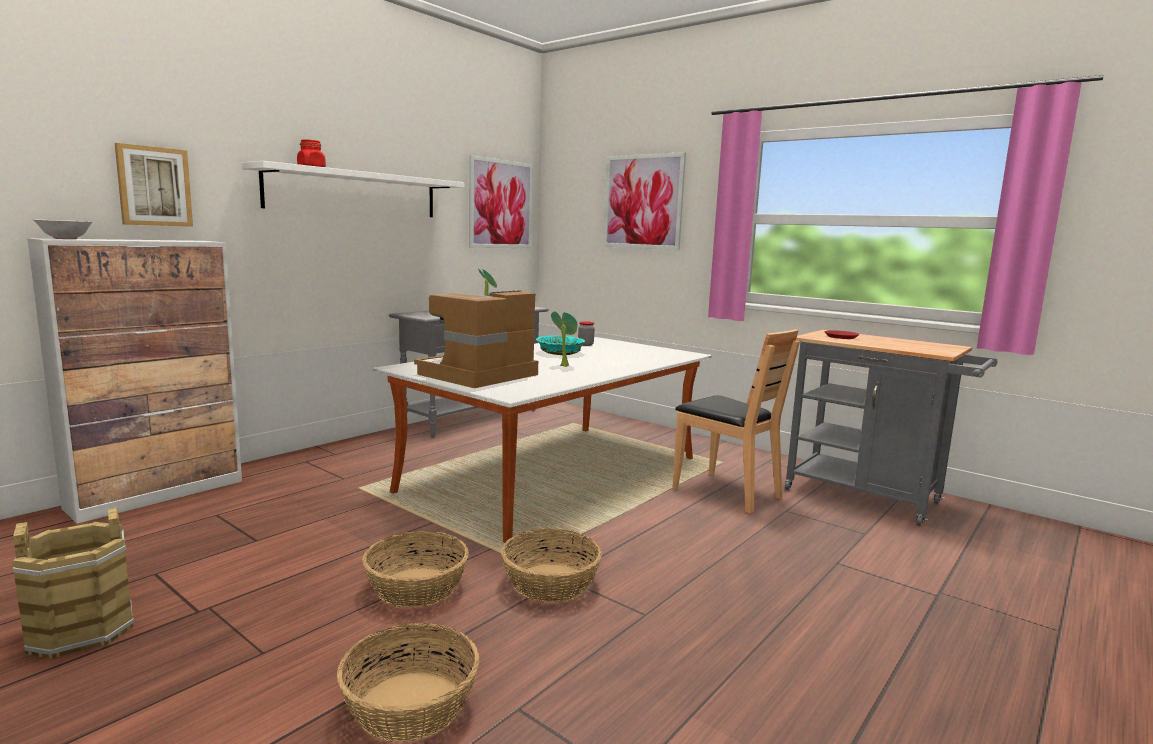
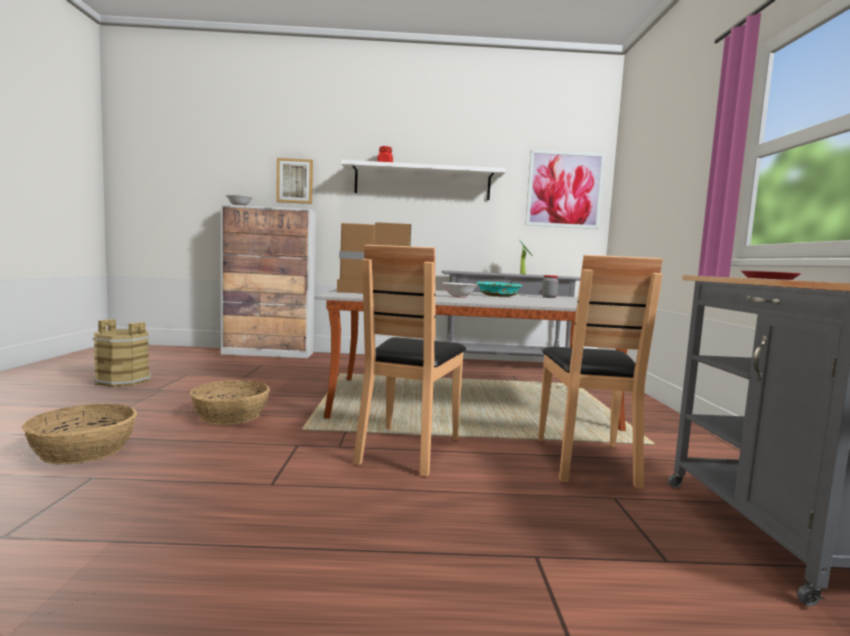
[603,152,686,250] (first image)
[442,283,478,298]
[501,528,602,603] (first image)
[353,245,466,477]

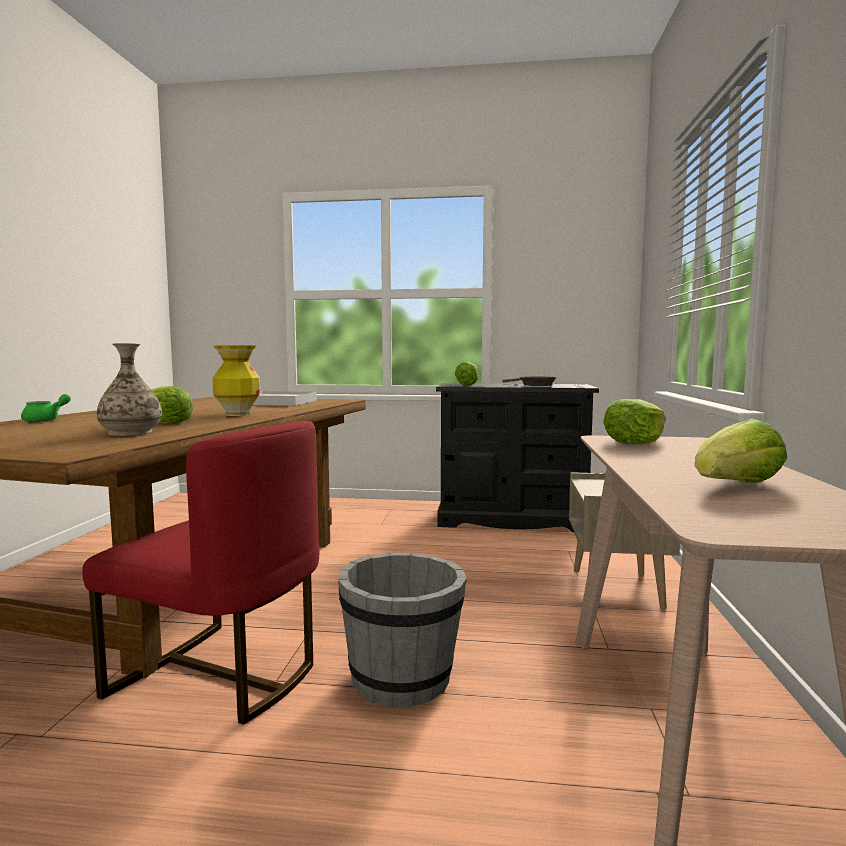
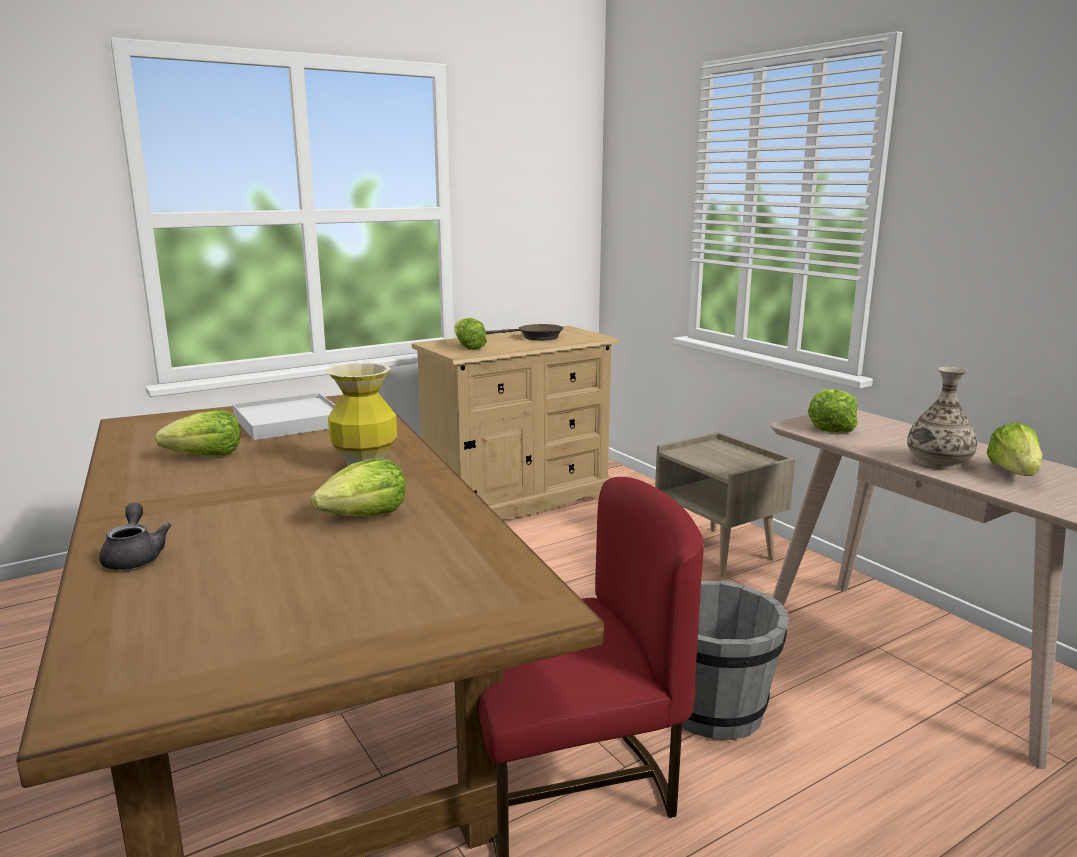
[907,367,977,470]
[412,326,618,519]
[99,503,172,570]
[155,410,241,456]

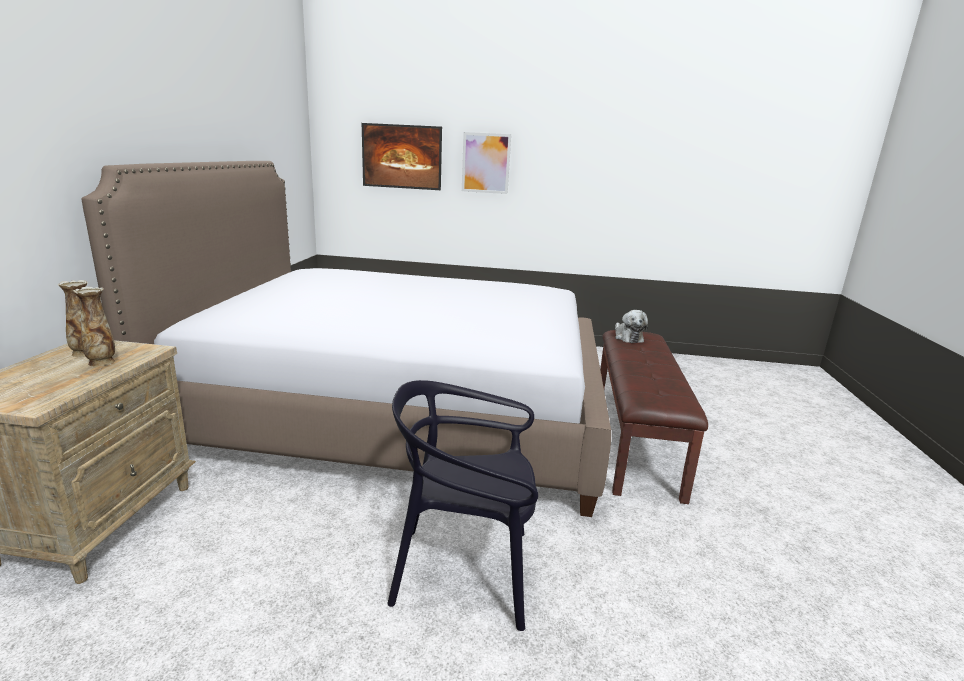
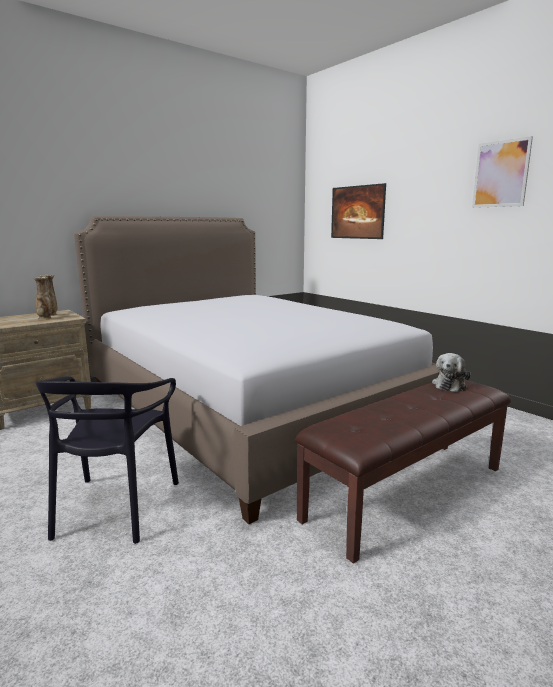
[472,136,533,208]
[36,376,179,544]

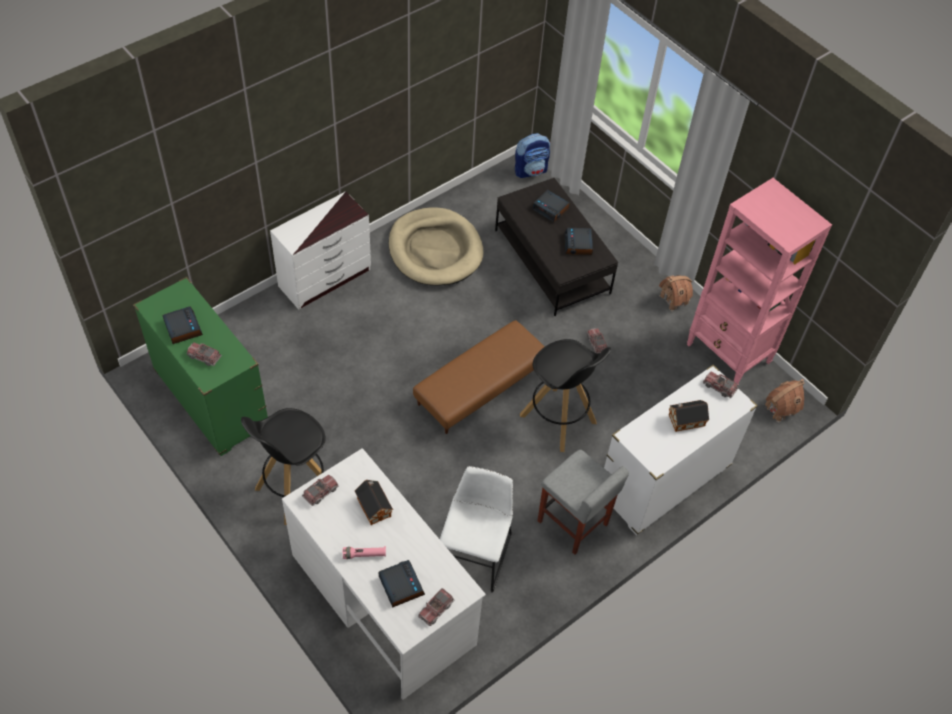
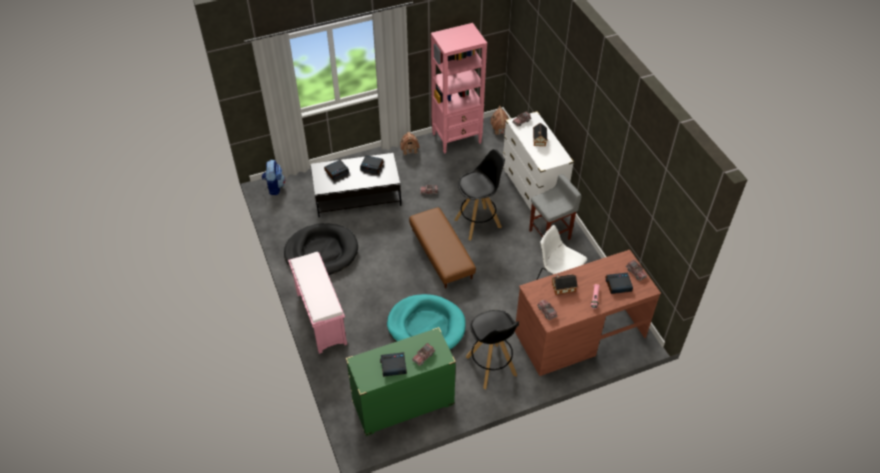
[288,252,347,354]
[284,223,358,275]
[515,250,661,376]
[387,294,466,350]

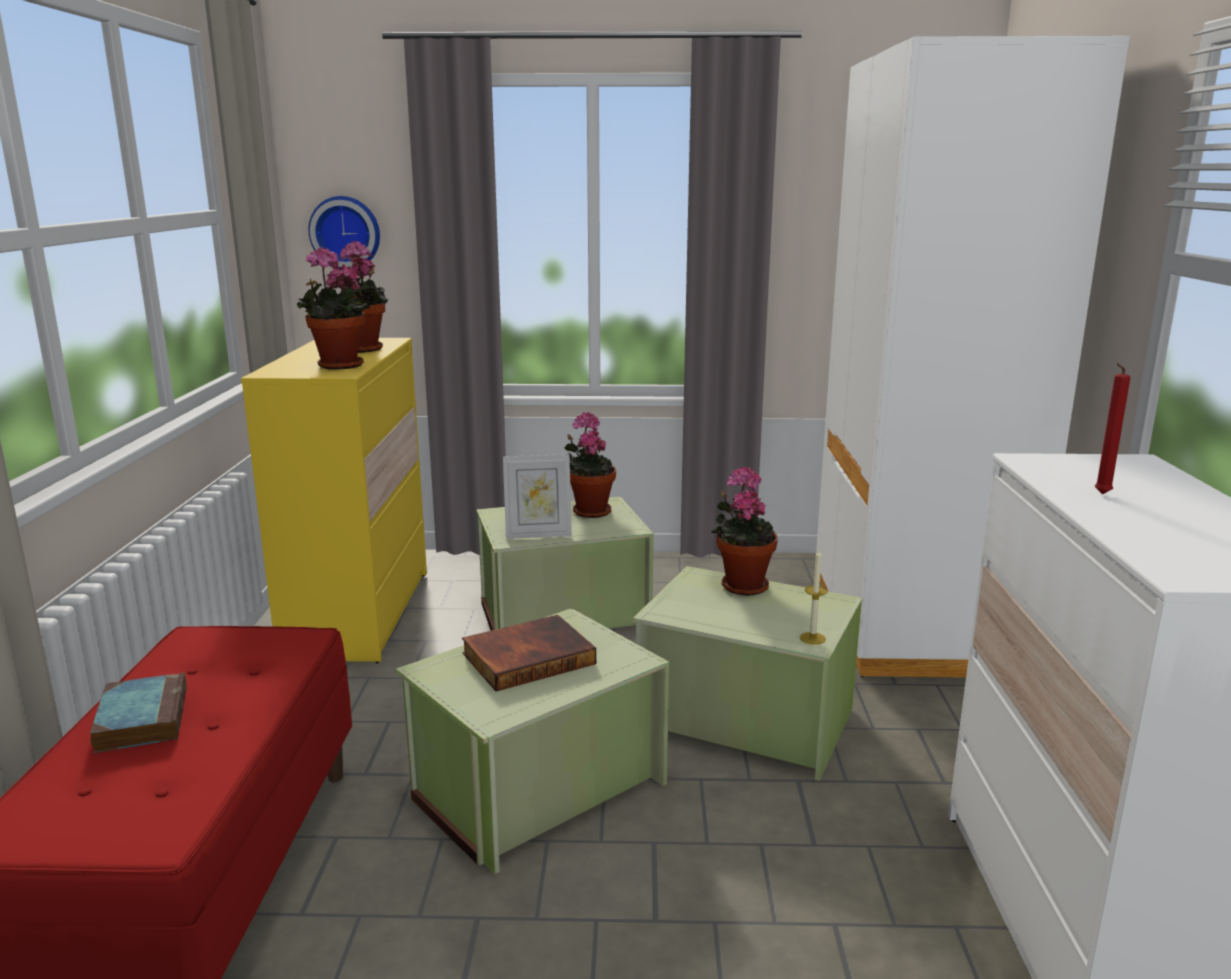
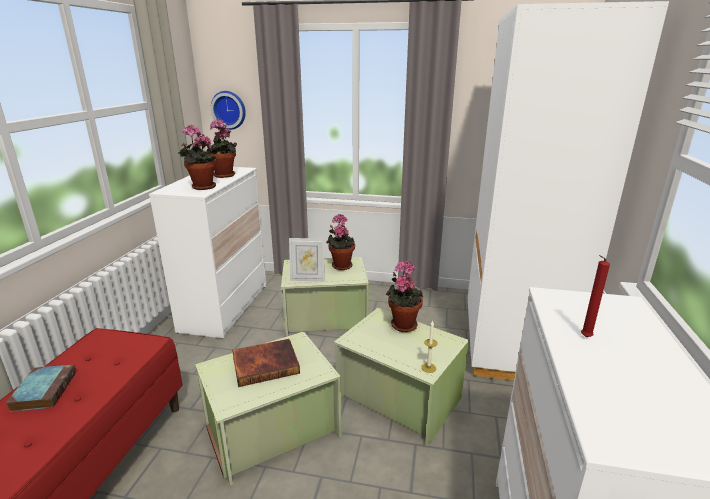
[149,167,266,339]

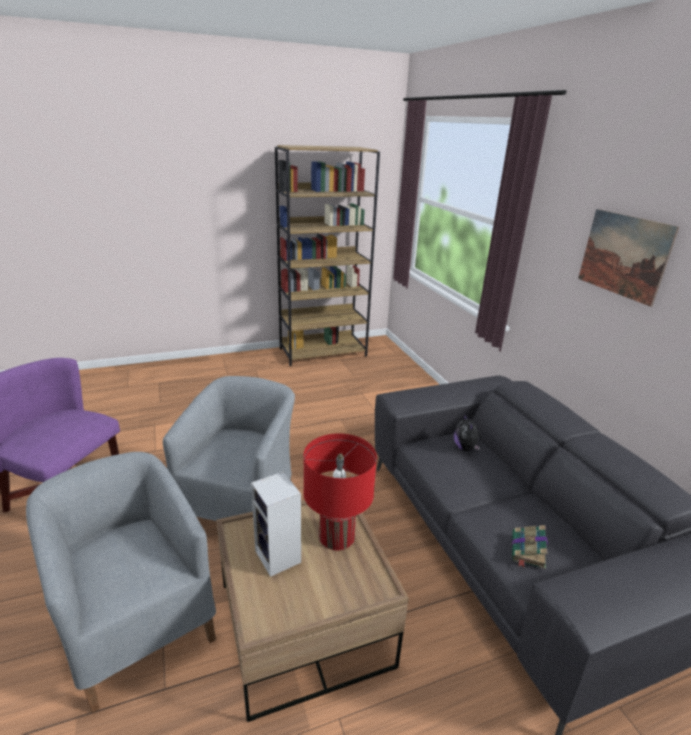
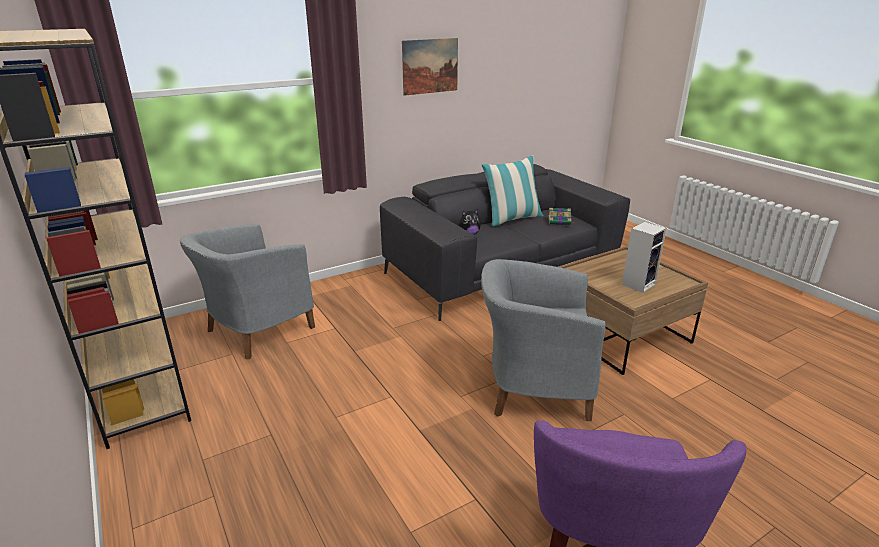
[303,433,377,550] (first image)
[180,224,315,359]
[482,155,543,227]

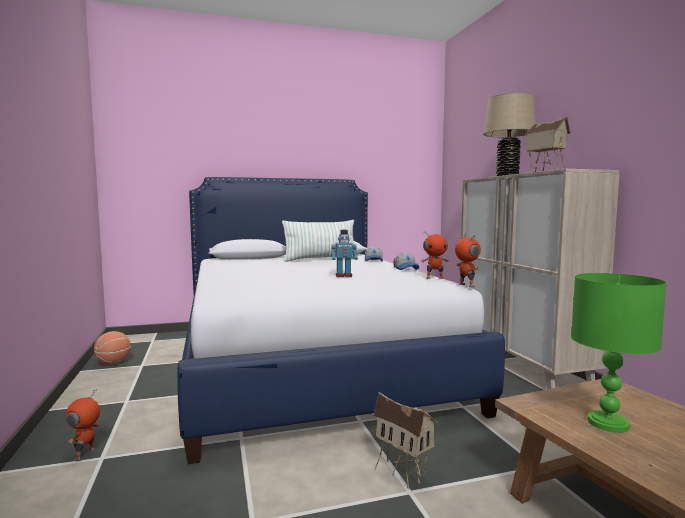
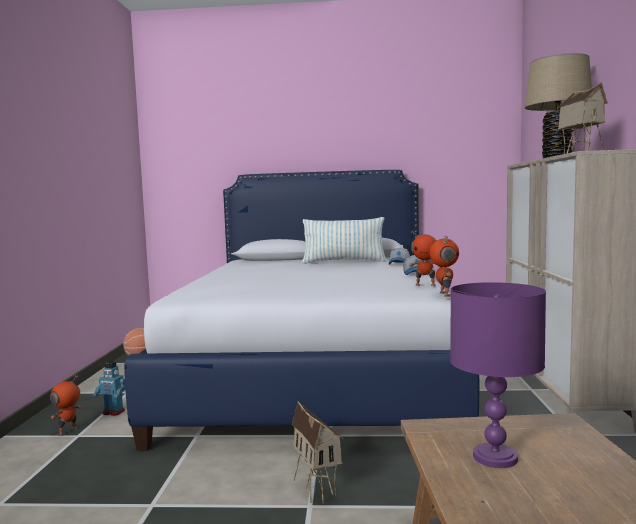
[93,361,125,416]
[450,282,546,468]

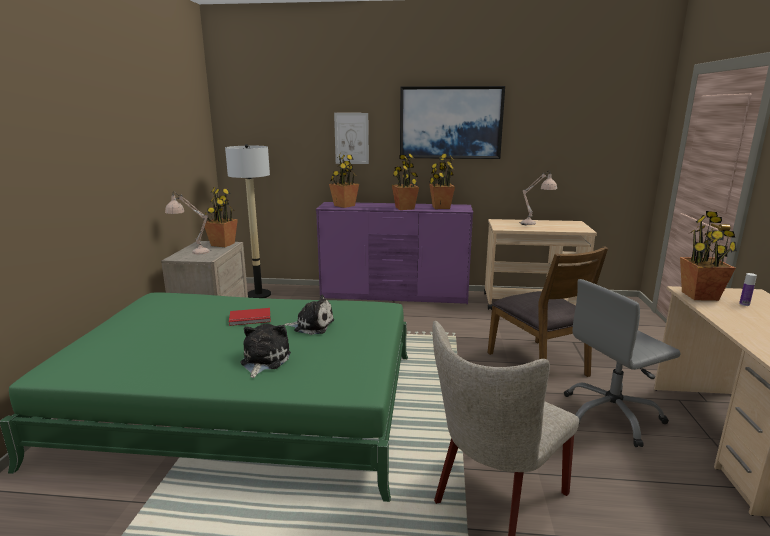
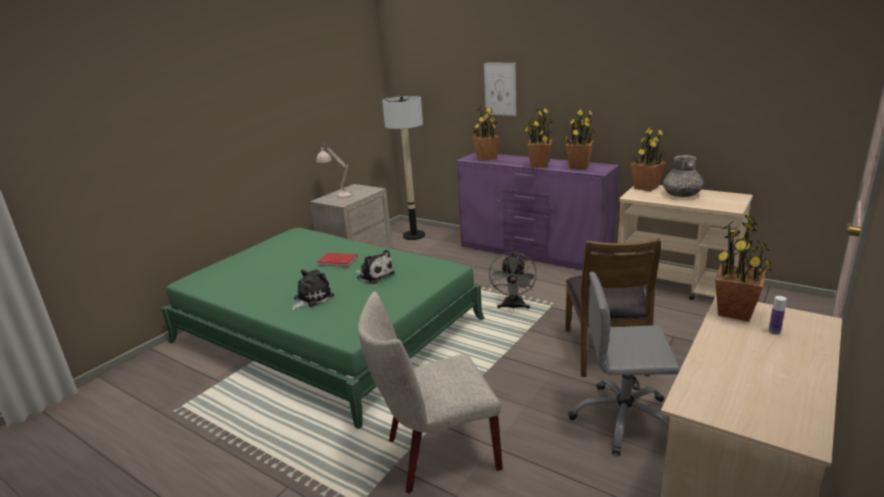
[400,86,505,159] (first image)
[663,155,704,197]
[630,128,666,191]
[489,252,537,310]

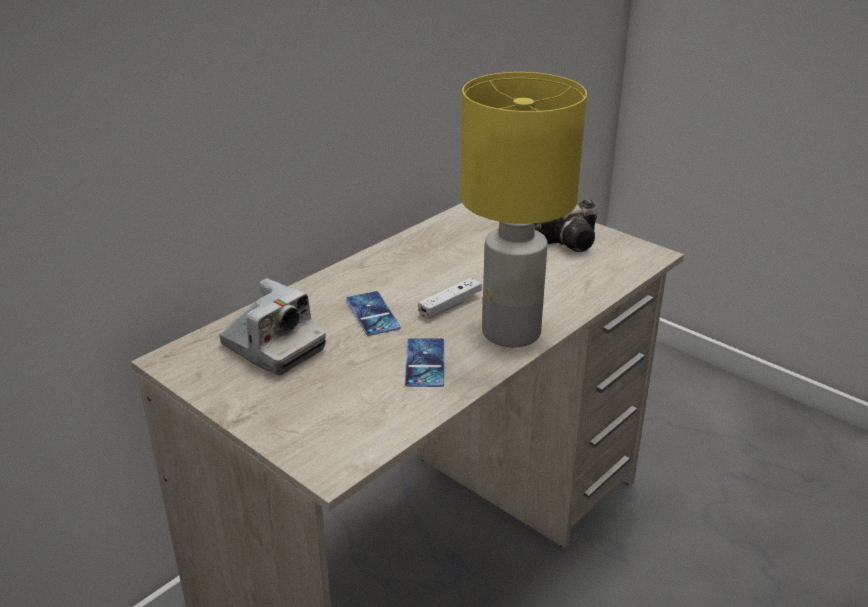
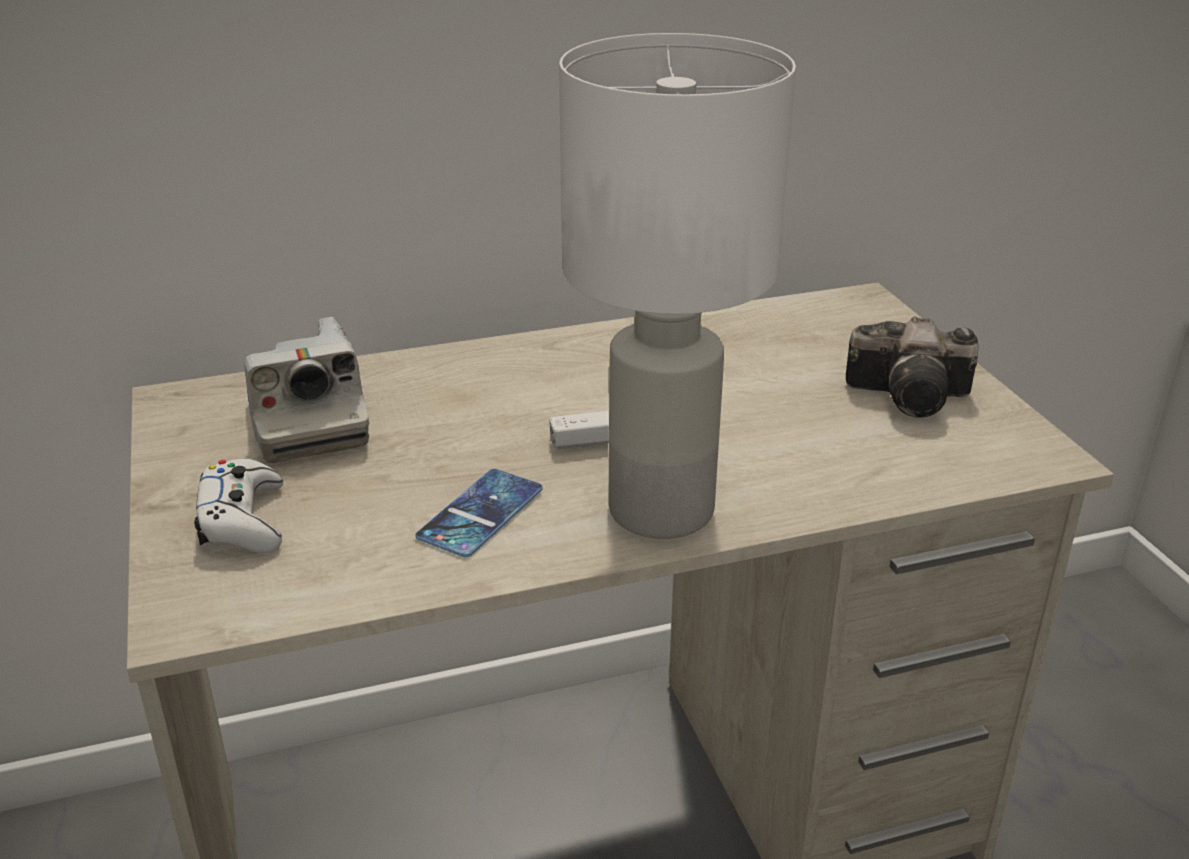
[559,33,796,539]
[346,291,401,336] (first image)
[194,459,283,553]

